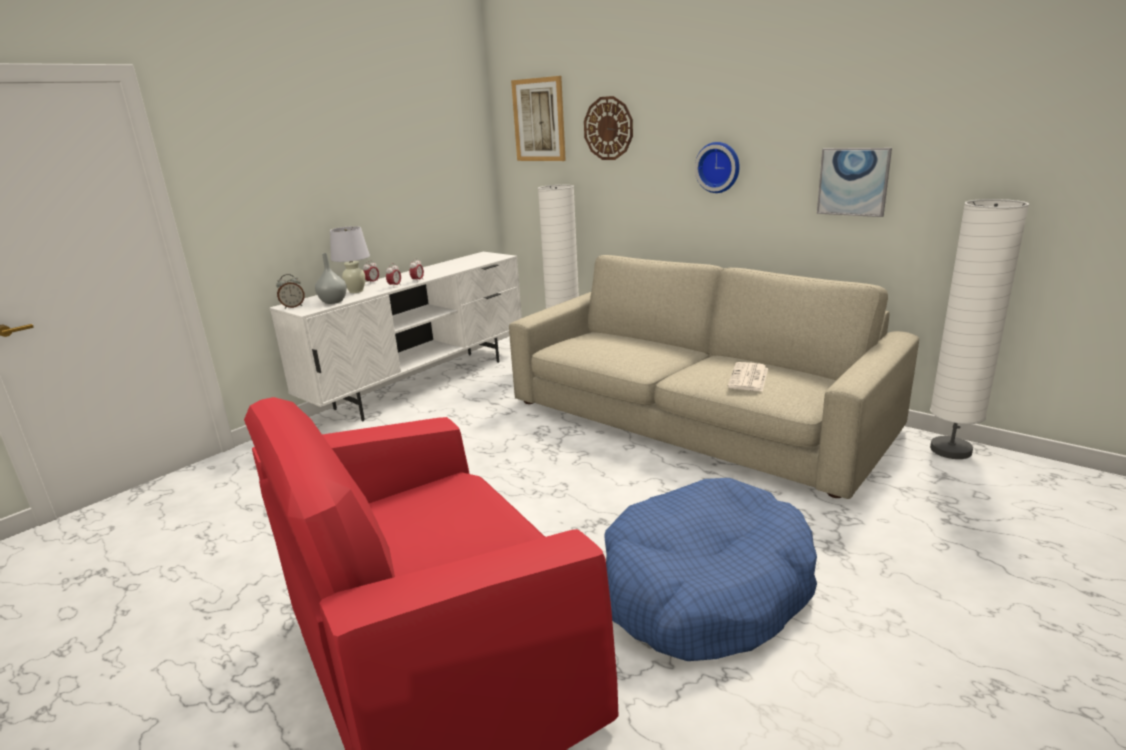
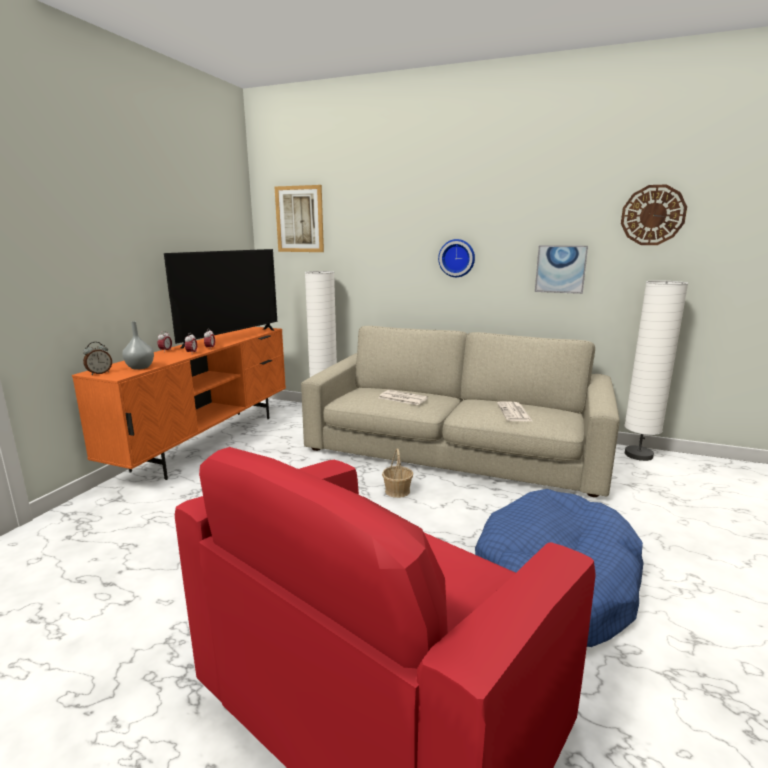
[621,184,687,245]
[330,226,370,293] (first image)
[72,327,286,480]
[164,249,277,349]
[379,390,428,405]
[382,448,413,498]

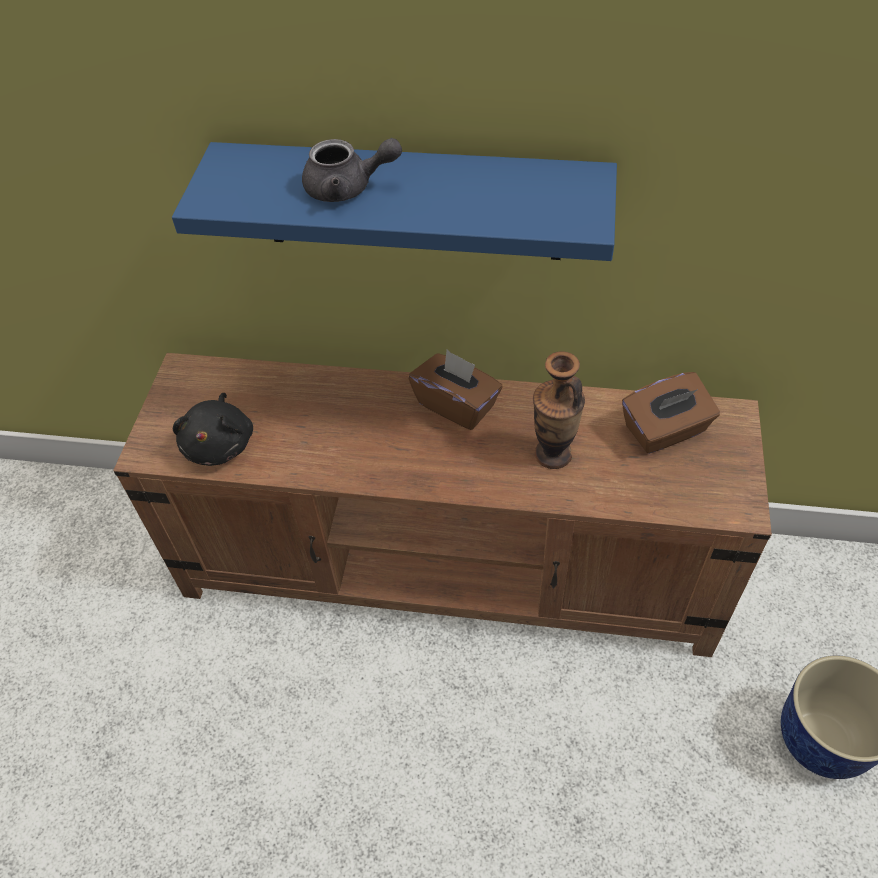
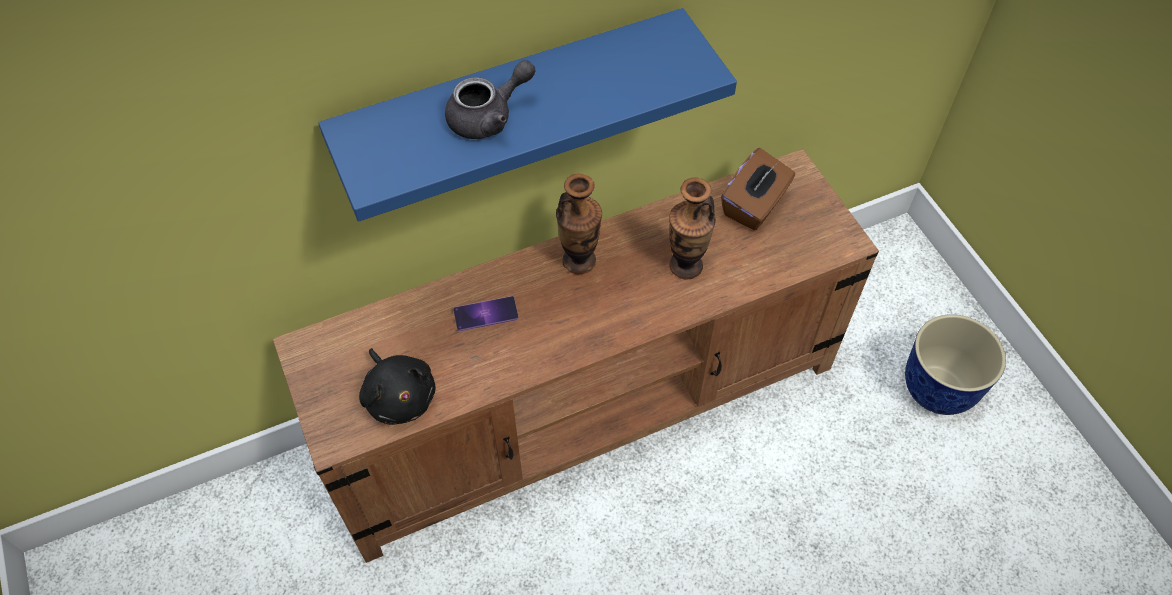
[556,174,602,274]
[453,296,519,332]

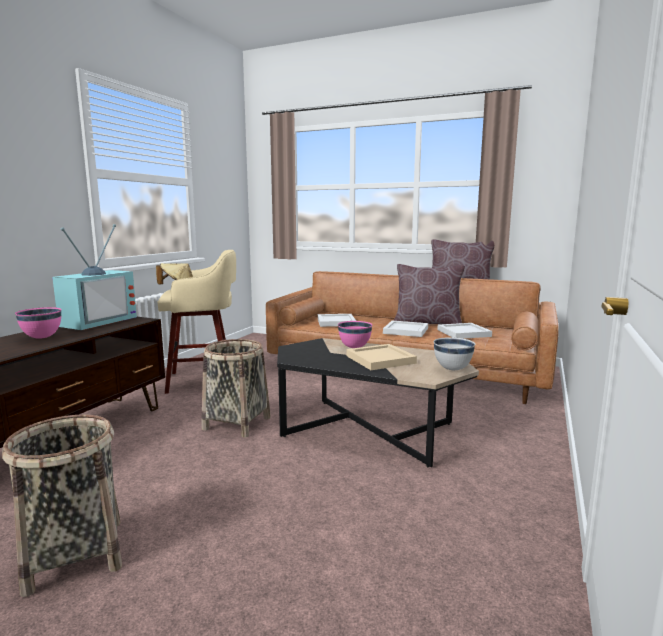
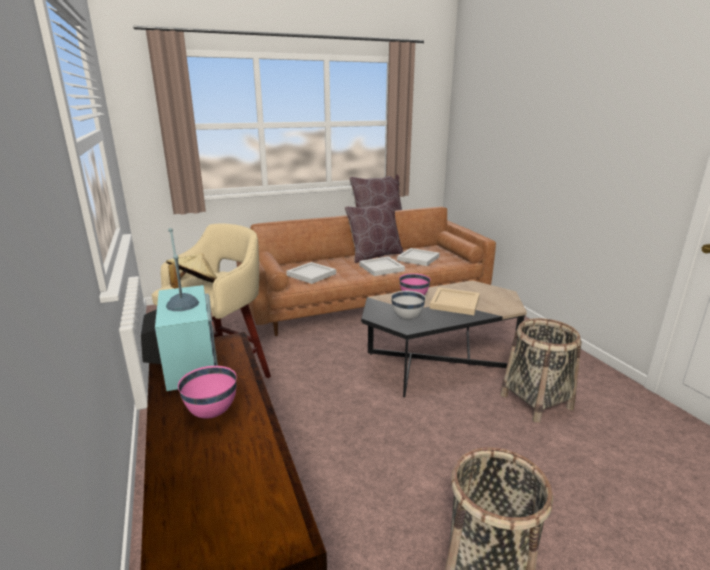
[391,291,426,320]
[500,318,582,423]

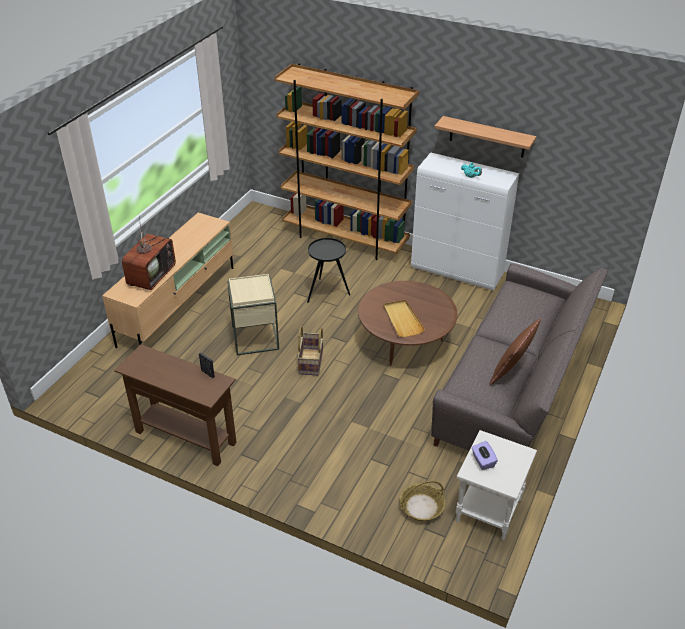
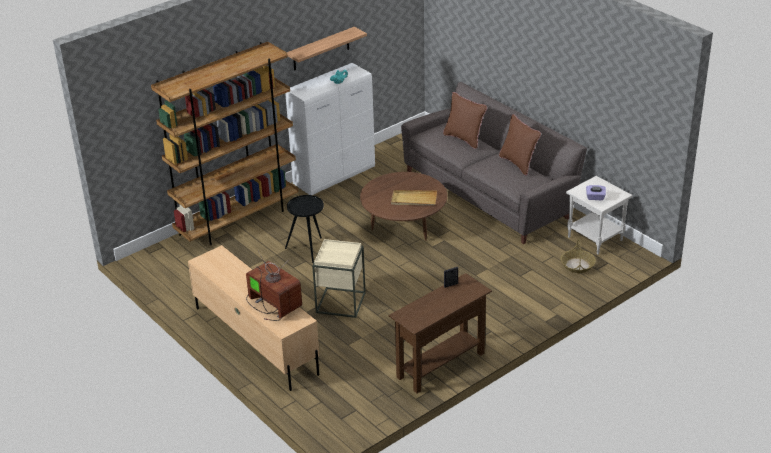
[297,326,323,375] (first image)
[443,92,487,149]

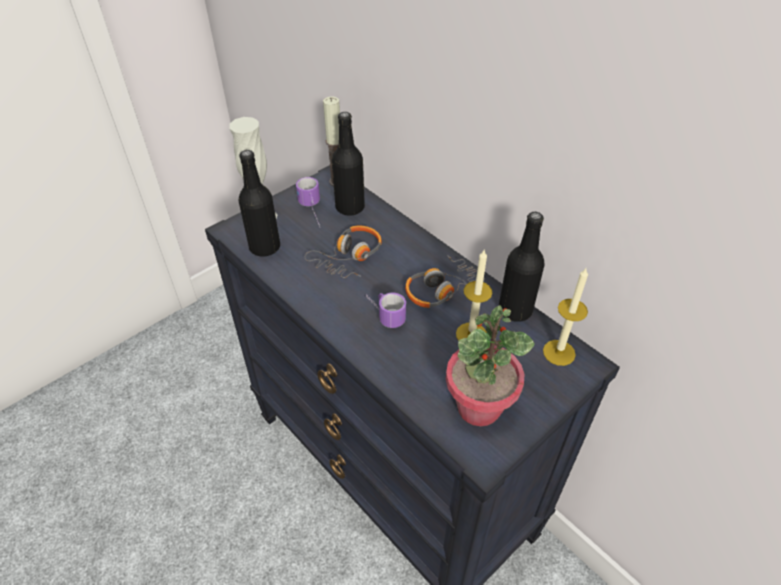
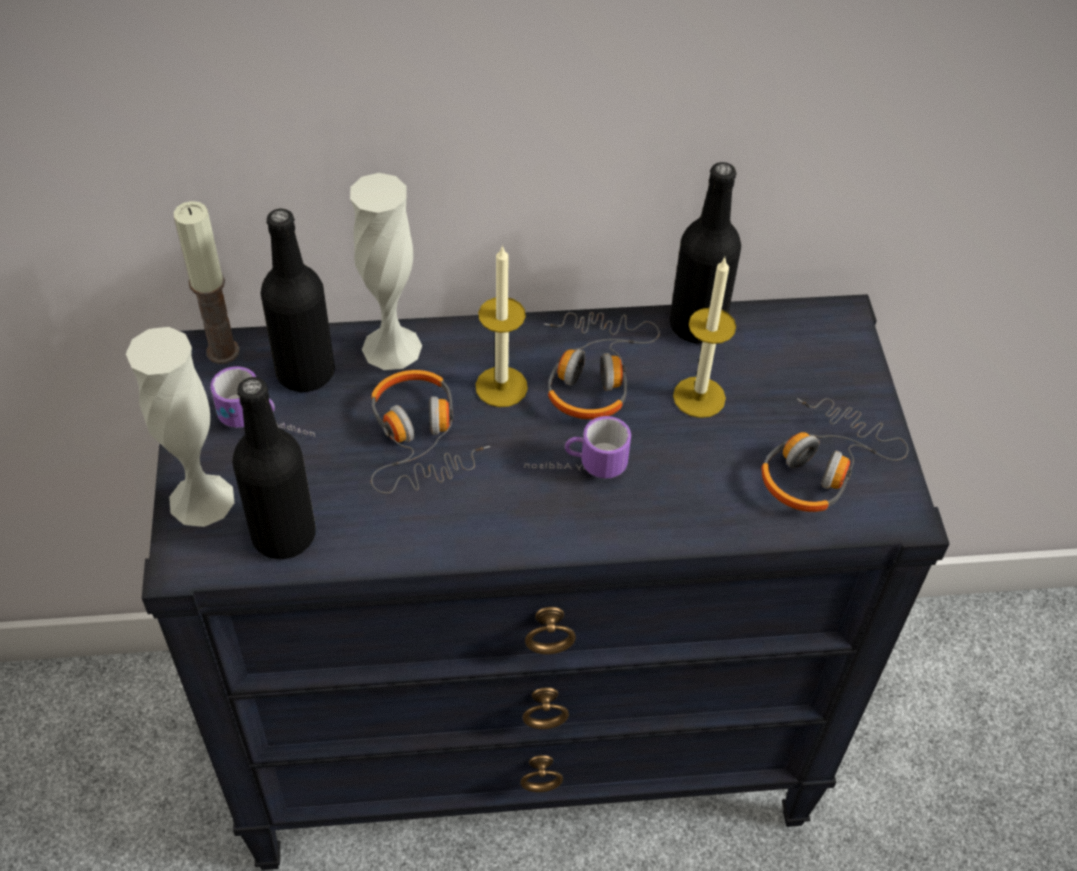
[475,245,528,407]
[762,398,908,512]
[350,173,422,370]

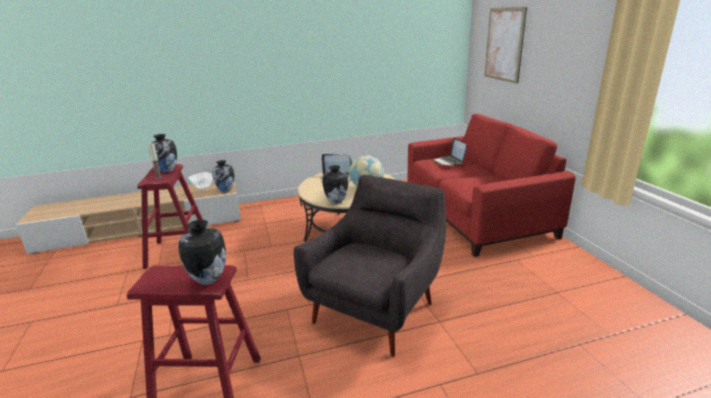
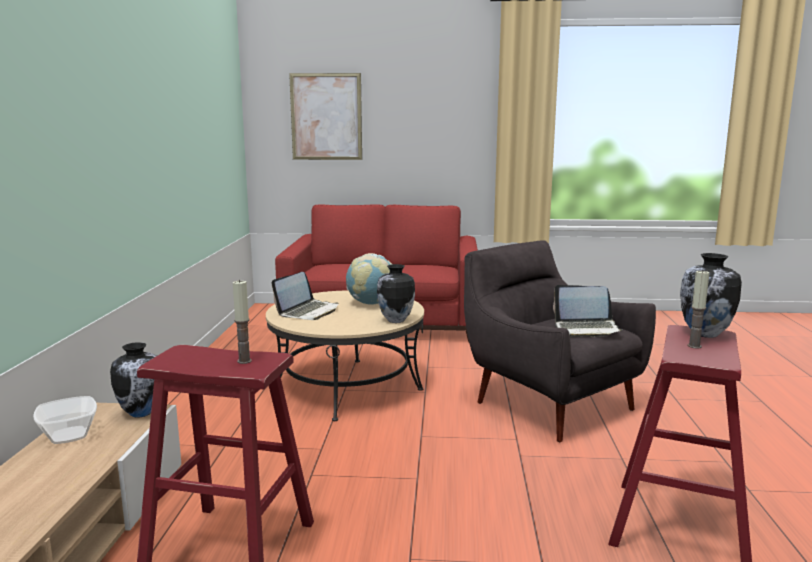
[149,134,177,173] (first image)
[553,285,624,337]
[687,271,709,349]

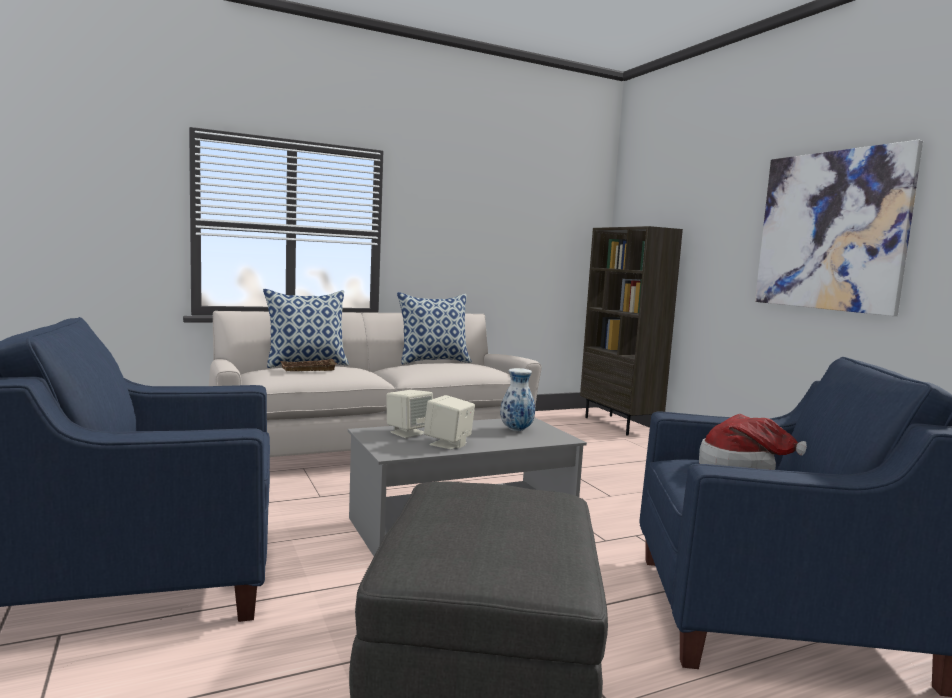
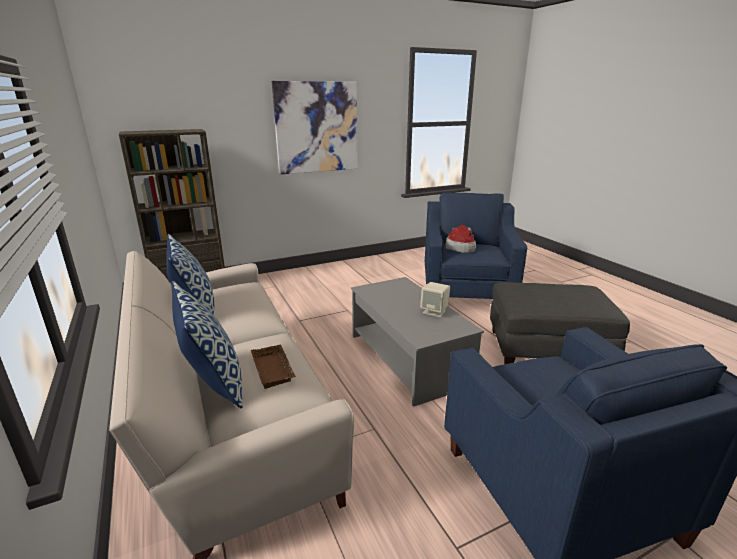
[500,368,535,431] (first image)
[386,390,433,438] (first image)

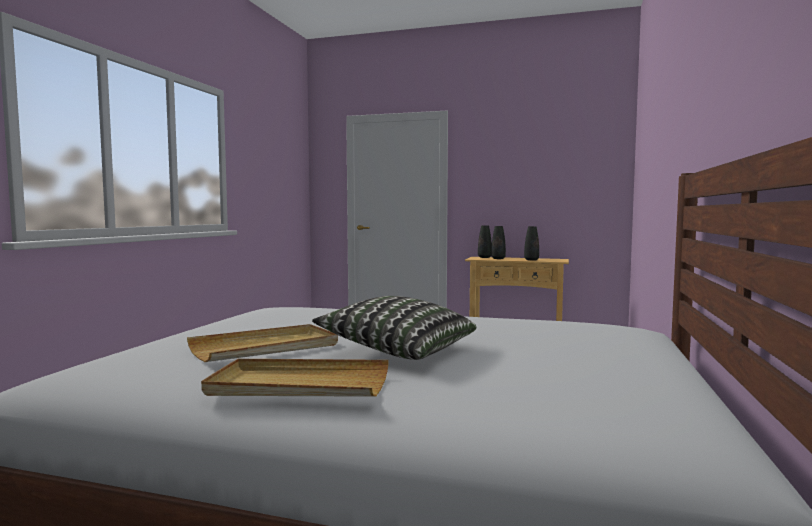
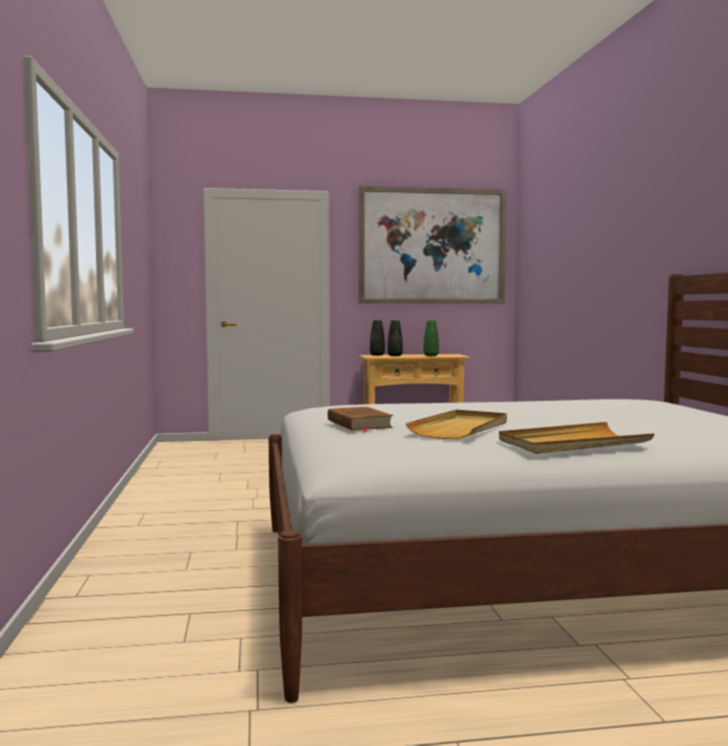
[424,321,439,356]
[312,296,476,360] (first image)
[359,186,507,304]
[328,407,393,432]

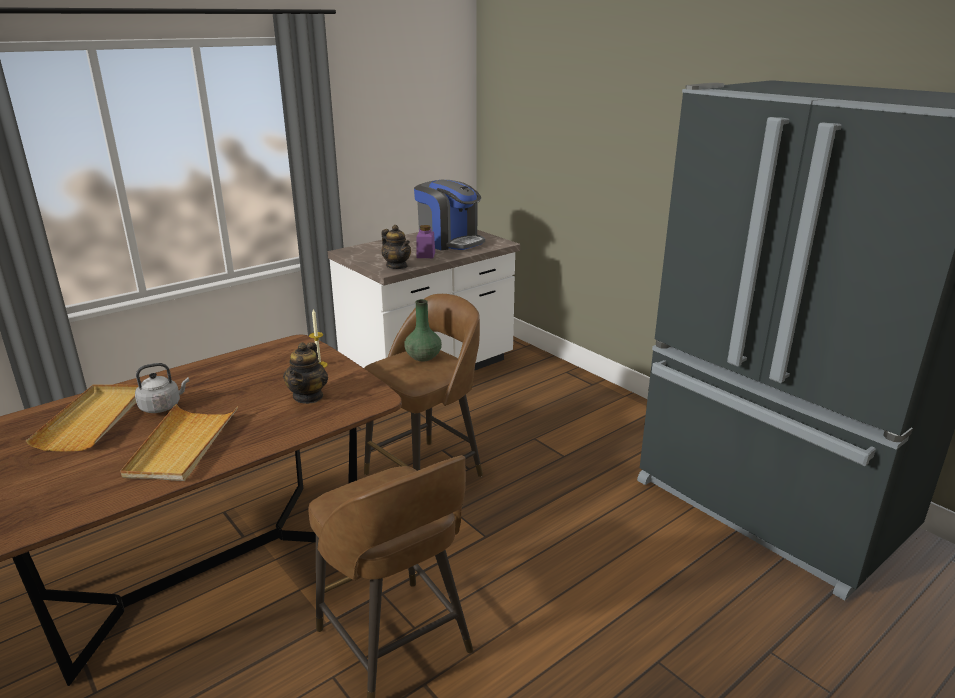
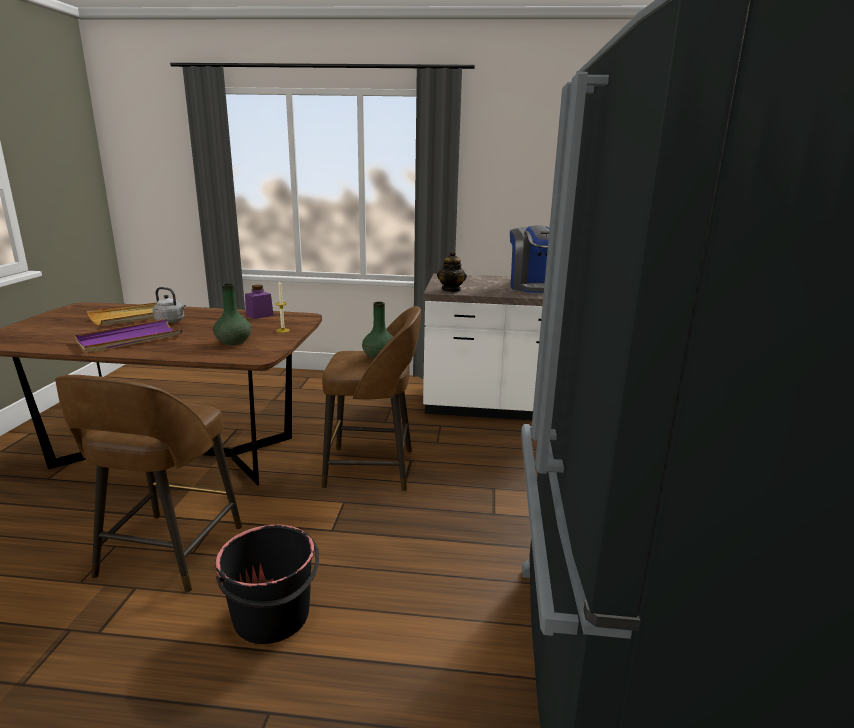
[245,285,274,319]
[213,283,251,345]
[74,319,182,353]
[215,525,319,644]

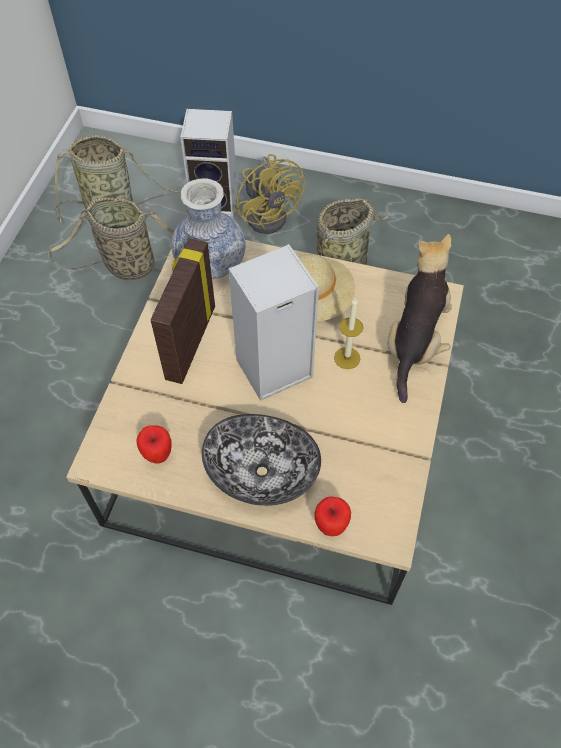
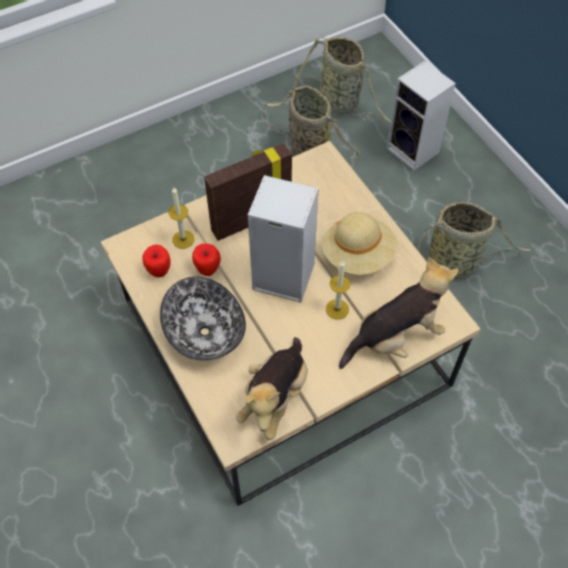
[237,154,305,234] (first image)
[171,178,246,279] (first image)
[192,244,221,276]
[168,187,195,249]
[236,337,308,440]

